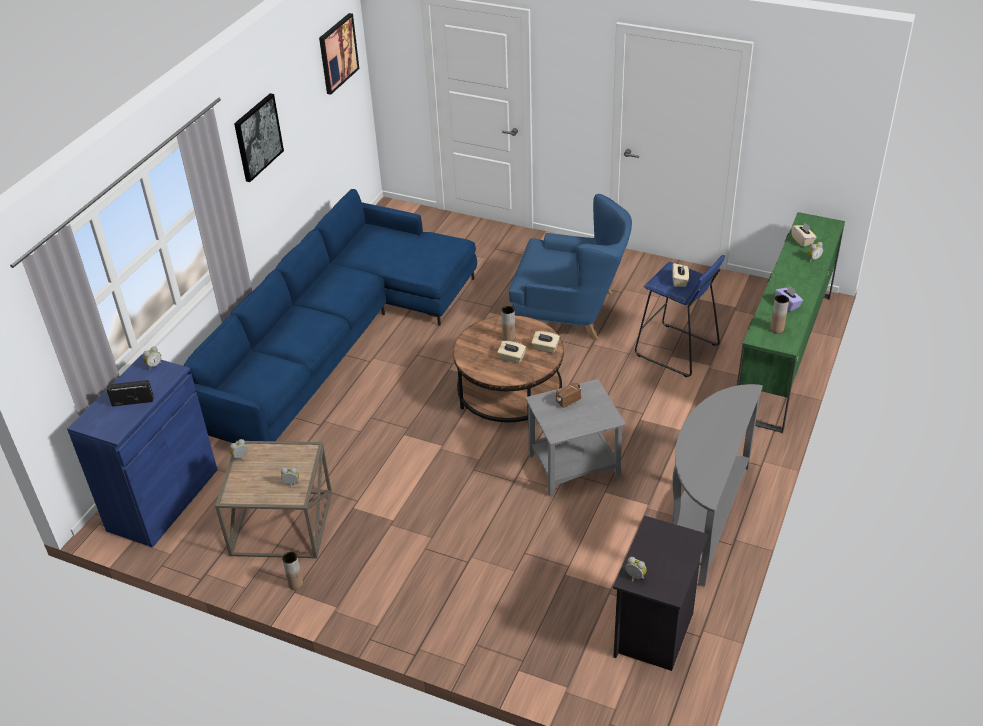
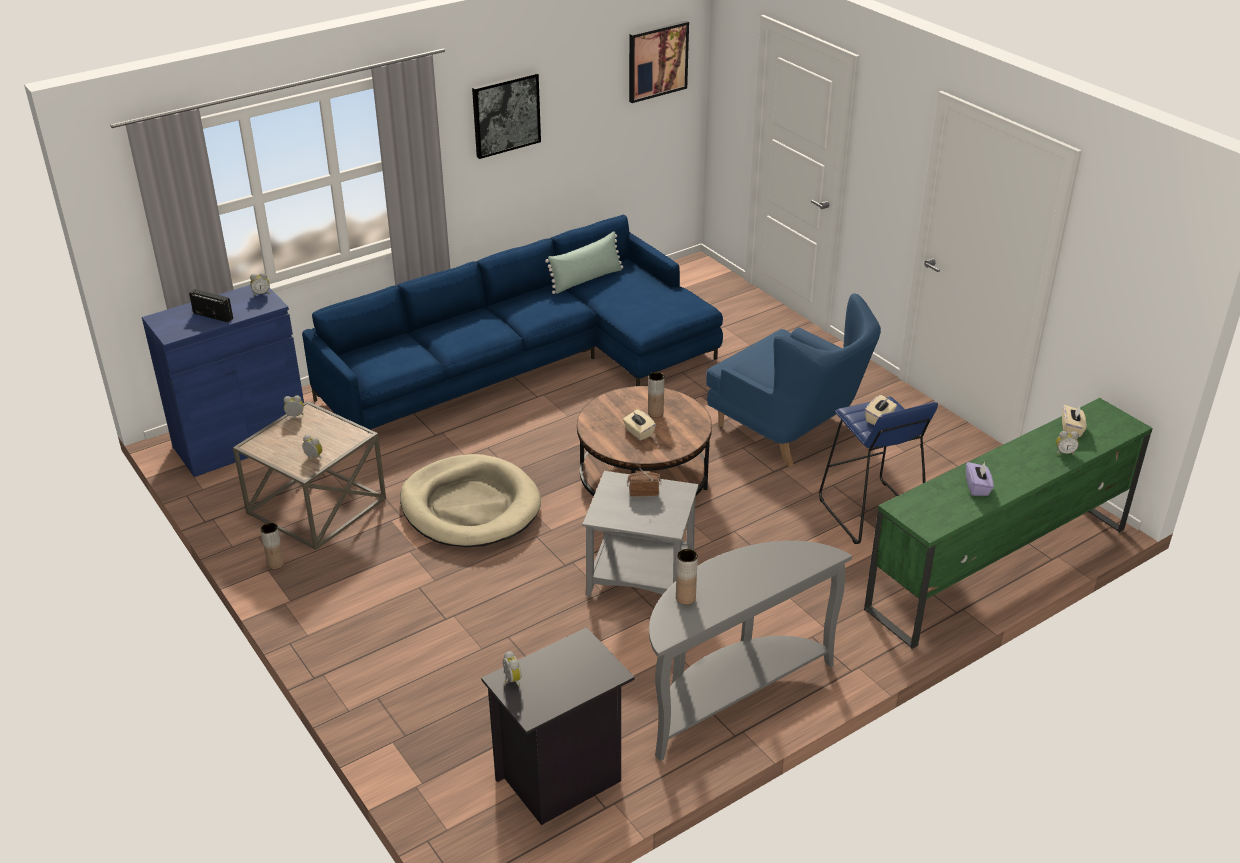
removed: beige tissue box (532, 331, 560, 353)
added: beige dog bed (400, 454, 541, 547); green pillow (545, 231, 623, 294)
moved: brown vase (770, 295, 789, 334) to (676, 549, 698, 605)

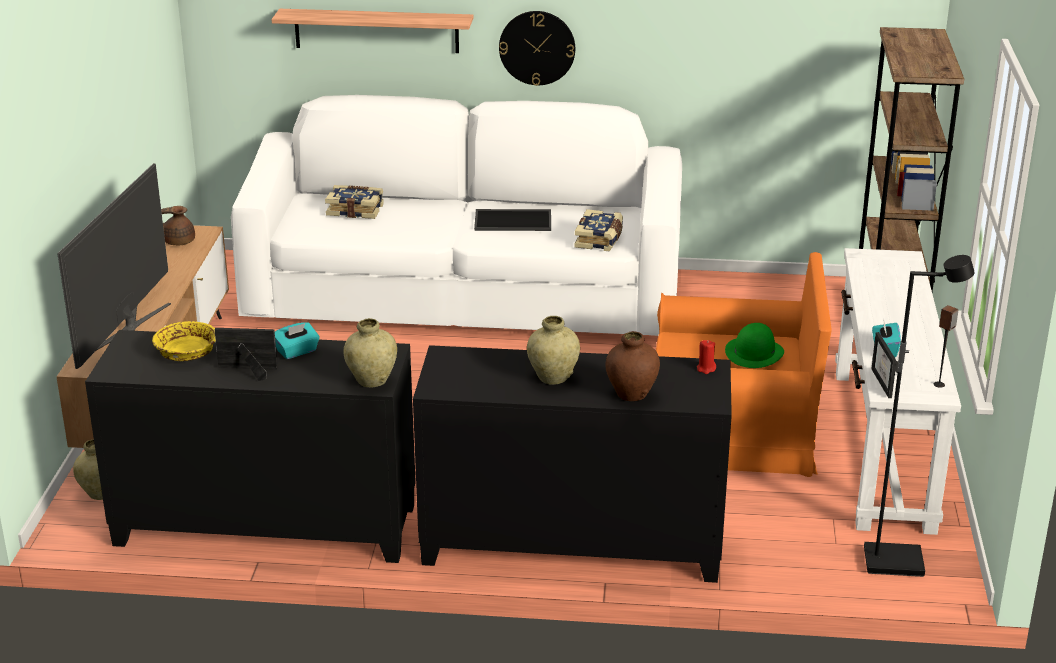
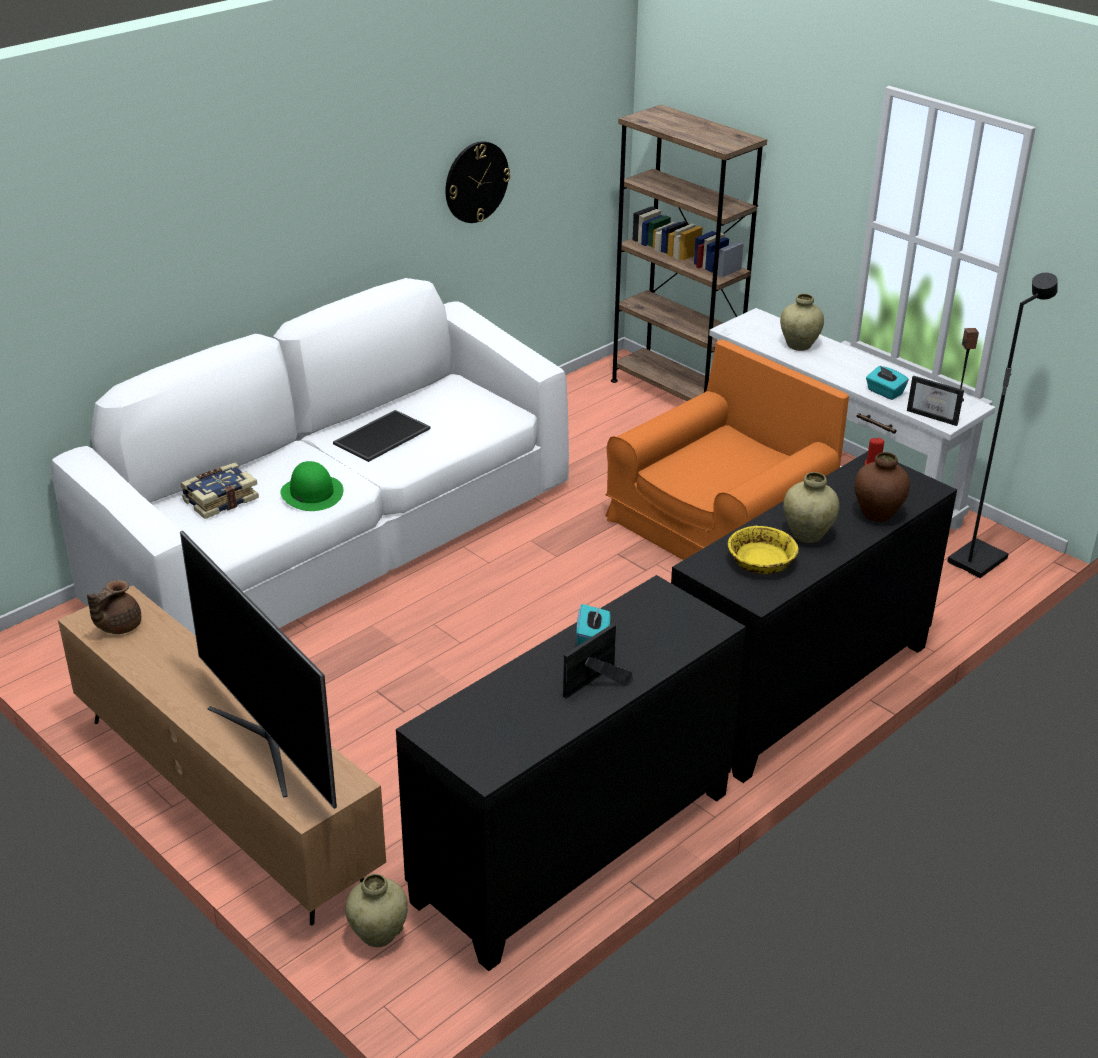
removed: shelf (271, 9, 473, 53); book (574, 209, 623, 251)
moved: green hat (725, 323, 784, 368) to (280, 461, 343, 511); wall clock (499, 11, 575, 86) to (445, 141, 510, 223); yellow bowl (152, 321, 216, 361) to (728, 526, 799, 574); beige vase (343, 318, 397, 388) to (780, 294, 824, 351)

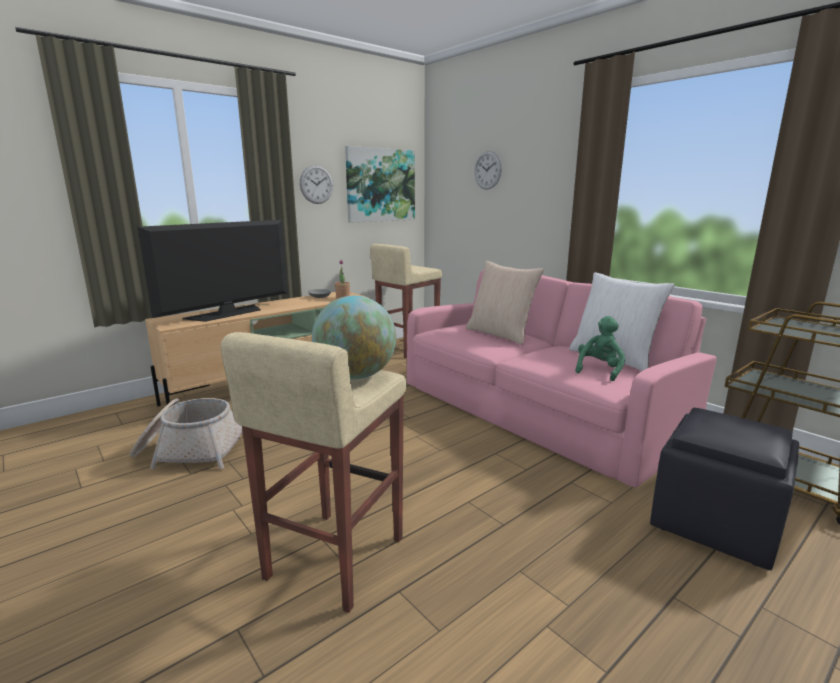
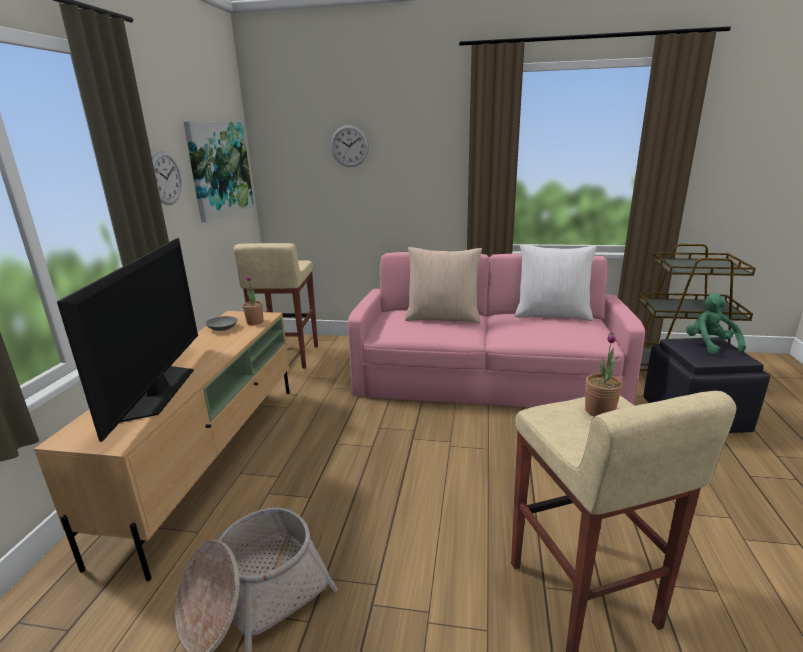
moved: green plush toy (575, 316, 625, 381) to (686, 293, 746, 355)
replaced: globe (312, 296, 396, 379) to potted plant (585, 333, 623, 417)

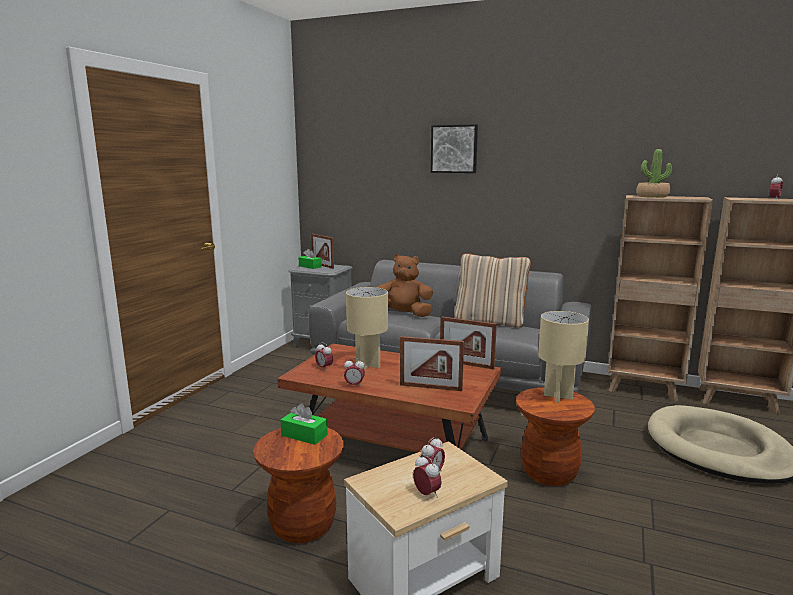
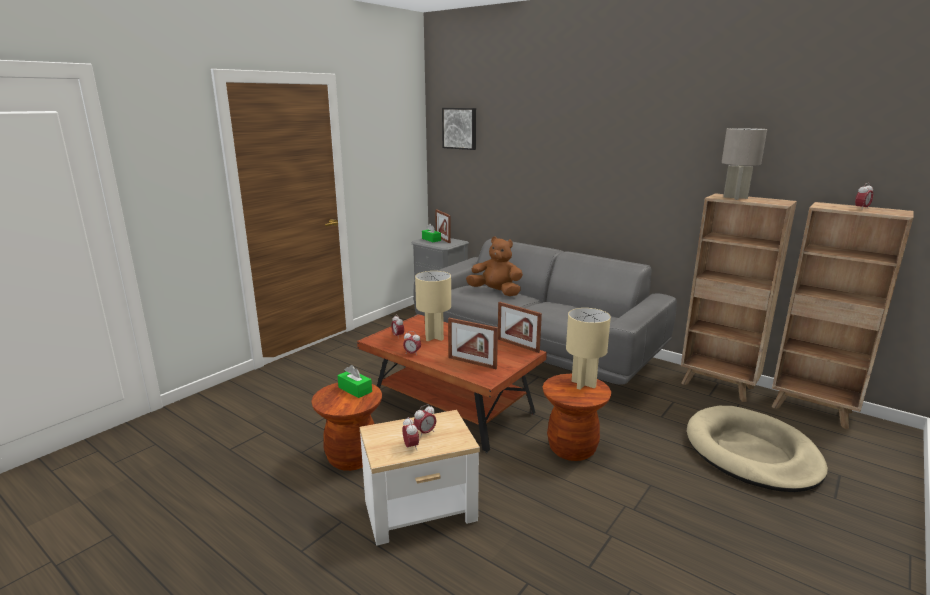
removed: beige pillow (454, 253, 531, 328)
moved: picture (431, 124, 478, 173) to (442, 108, 476, 150)
replaced: potted plant (636, 149, 672, 198) to grey table lamp (722, 128, 767, 200)

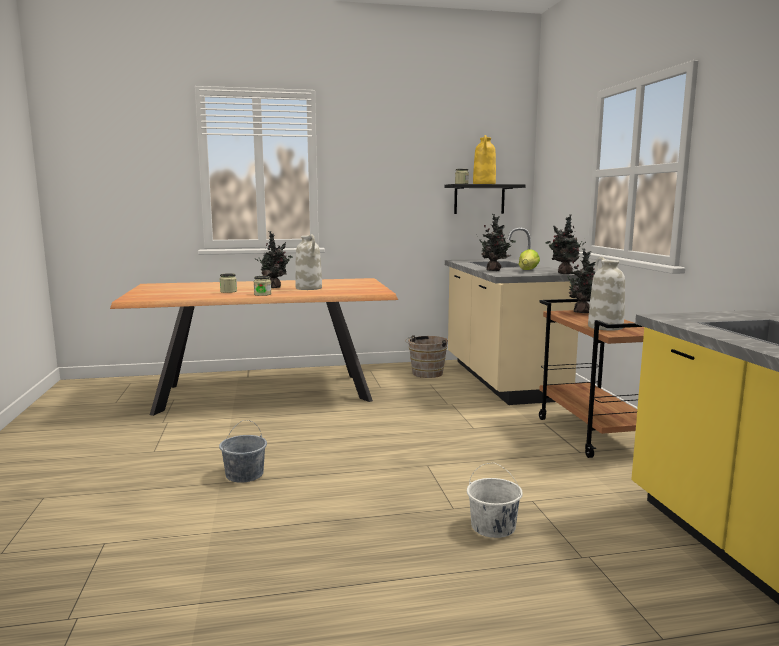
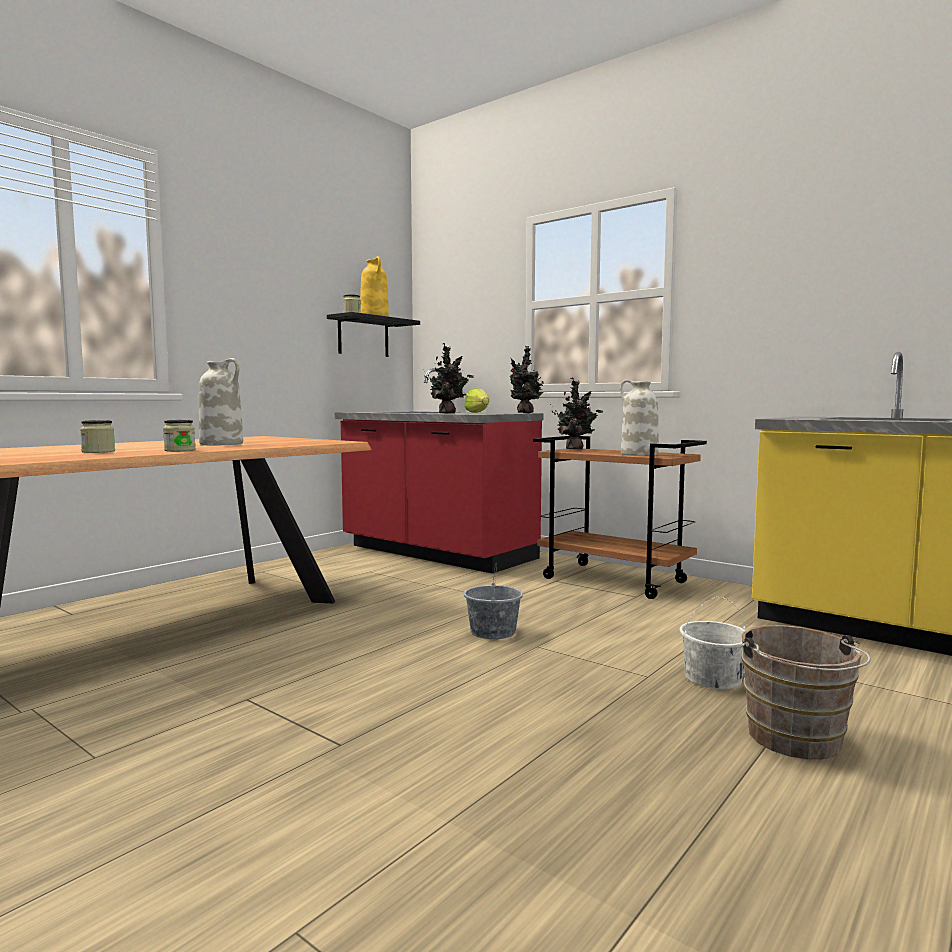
removed: potted plant (255, 231, 293, 288)
moved: grey bucket (219, 420, 267, 483) to (464, 562, 523, 639); brown bucket (405, 335, 448, 378) to (741, 625, 870, 760)
recoloured: beige counter (445, 227, 578, 405) to red counter (335, 368, 543, 573)

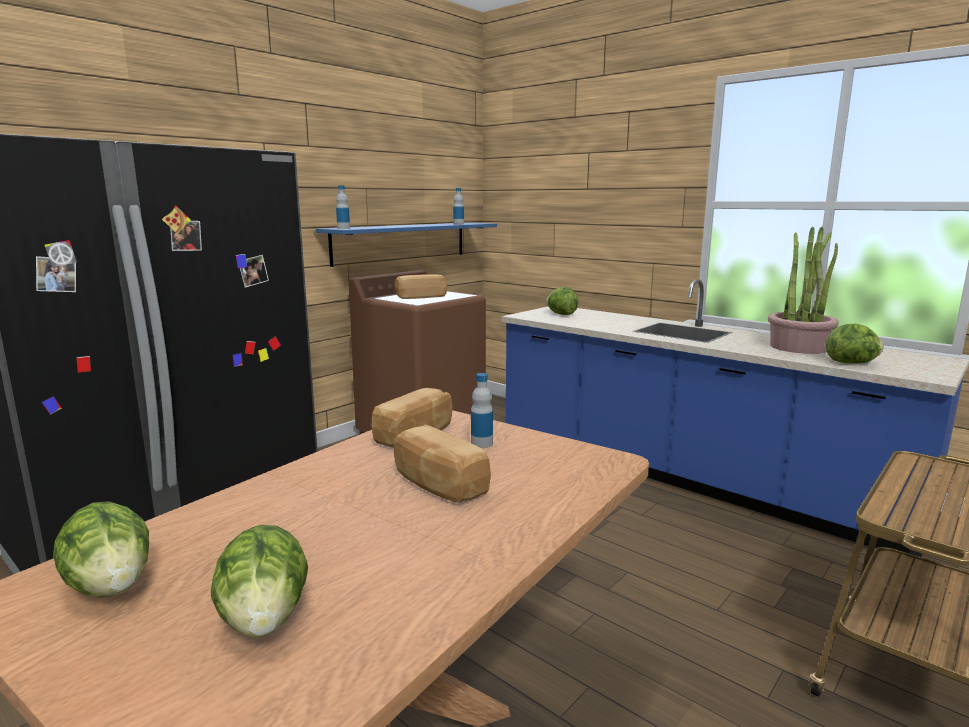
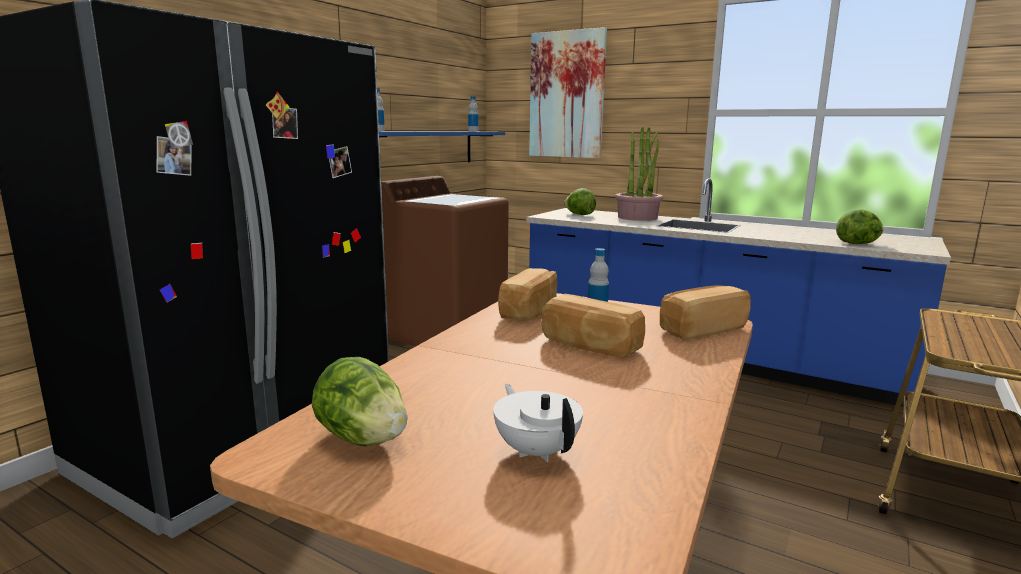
added: picture (529, 27, 607, 158)
moved: potted plant (768, 227, 839, 354) to (615, 127, 663, 221); bread (395, 274, 447, 299) to (660, 285, 750, 340)
replaced: lettuce (211, 525, 308, 637) to white teapot (493, 384, 583, 462)

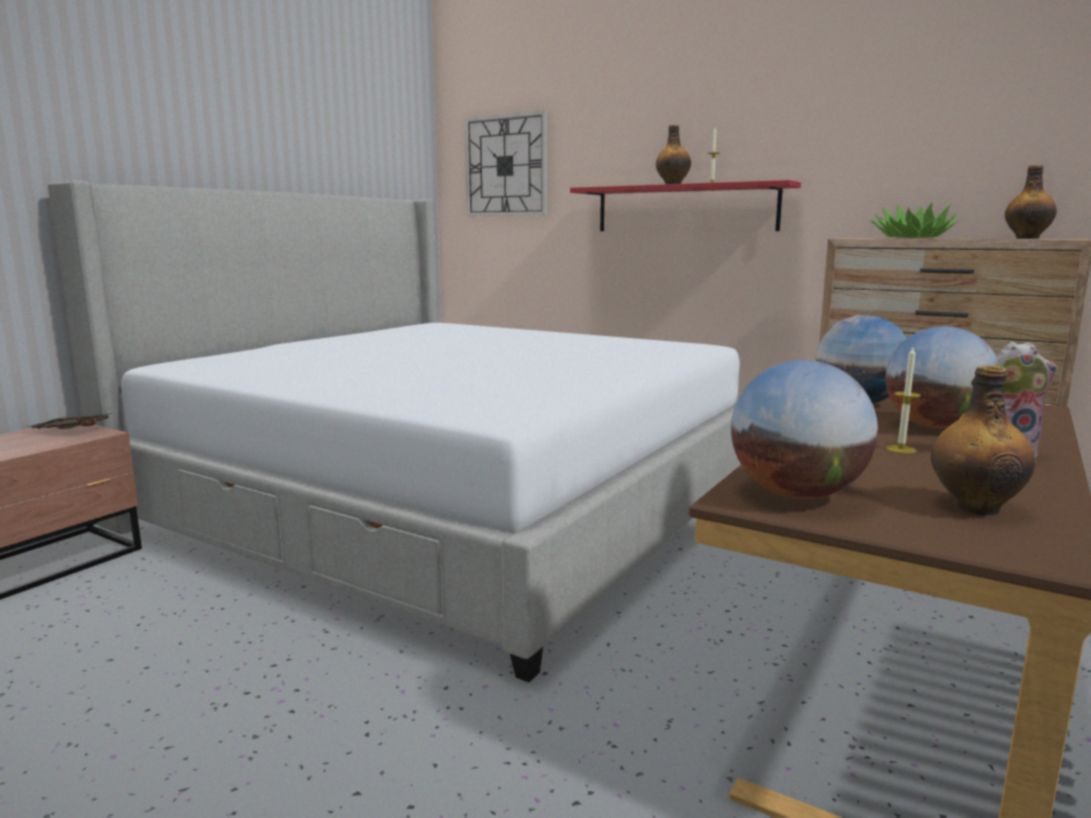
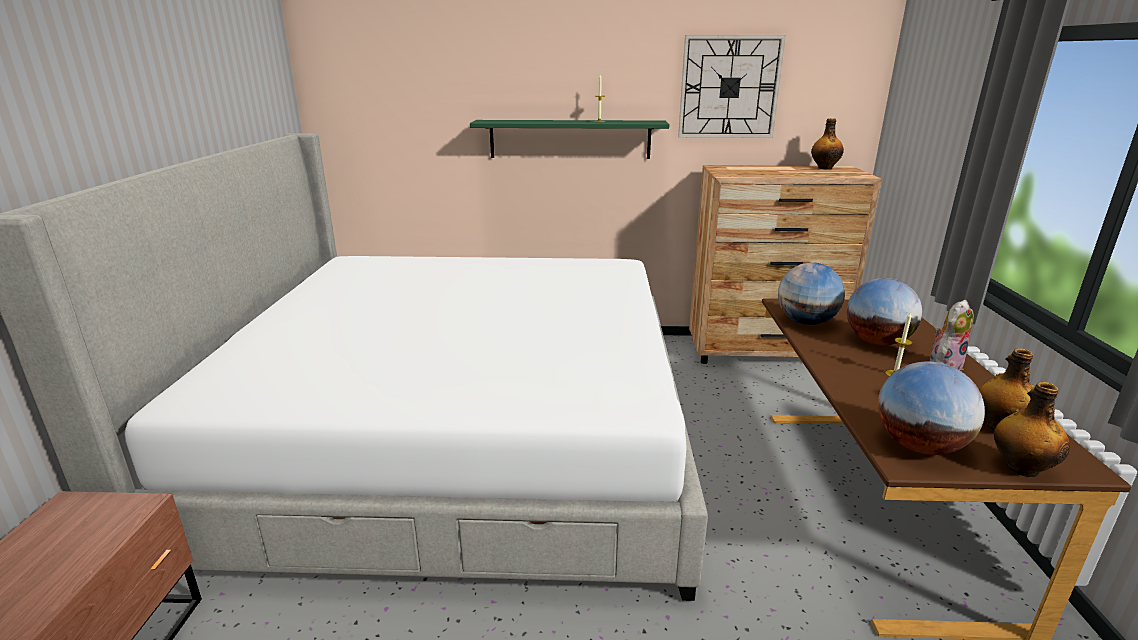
removed: black tray (25, 413, 113, 429); potted plant (871, 203, 960, 238)
moved: wall clock (464, 111, 547, 216) to (678, 35, 786, 138); bottle (656, 125, 691, 184) to (994, 382, 1070, 477)
recoloured: red shelf (570, 180, 801, 231) to green shelf (470, 120, 670, 159)

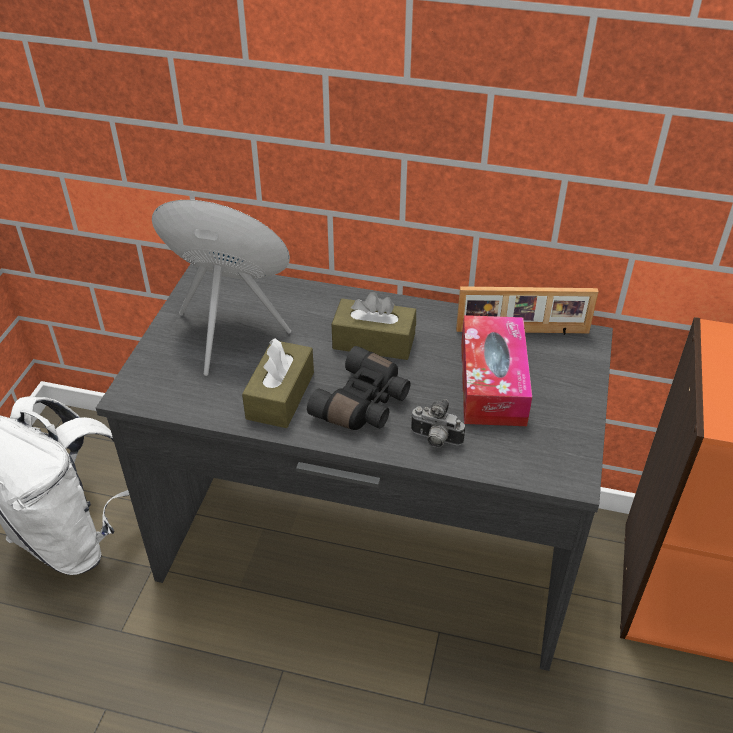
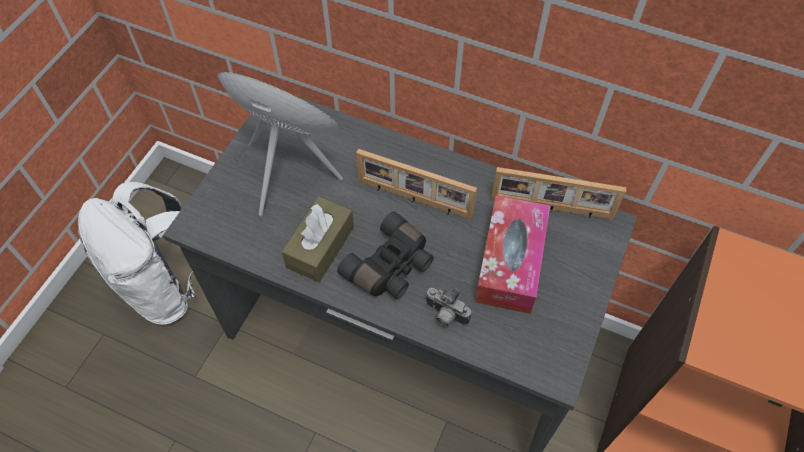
replaced: brown tissue box (332, 292, 416, 360) to picture frame (356, 149, 477, 220)

